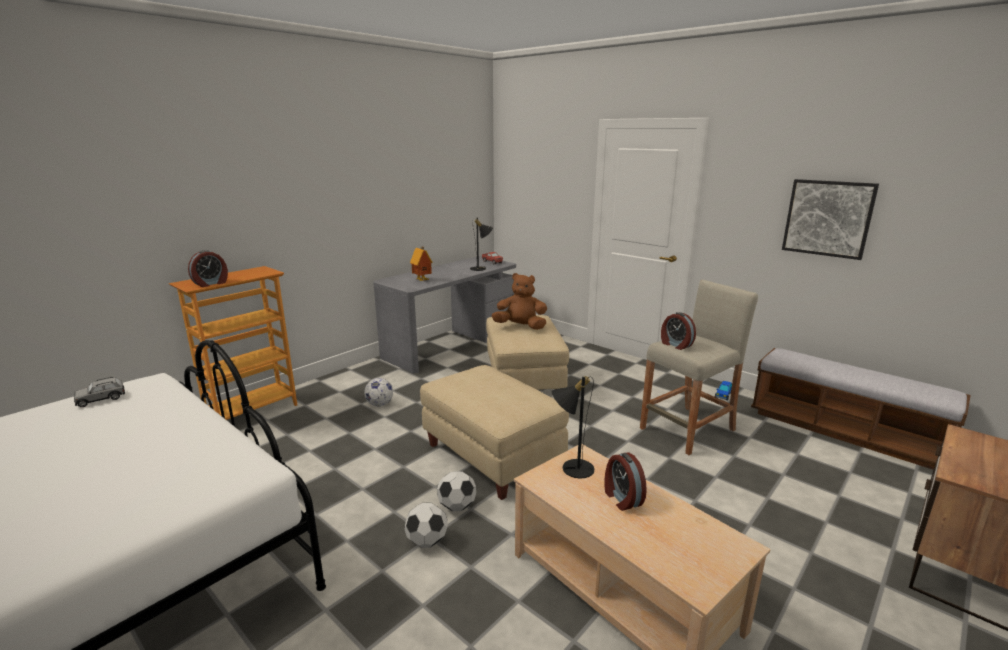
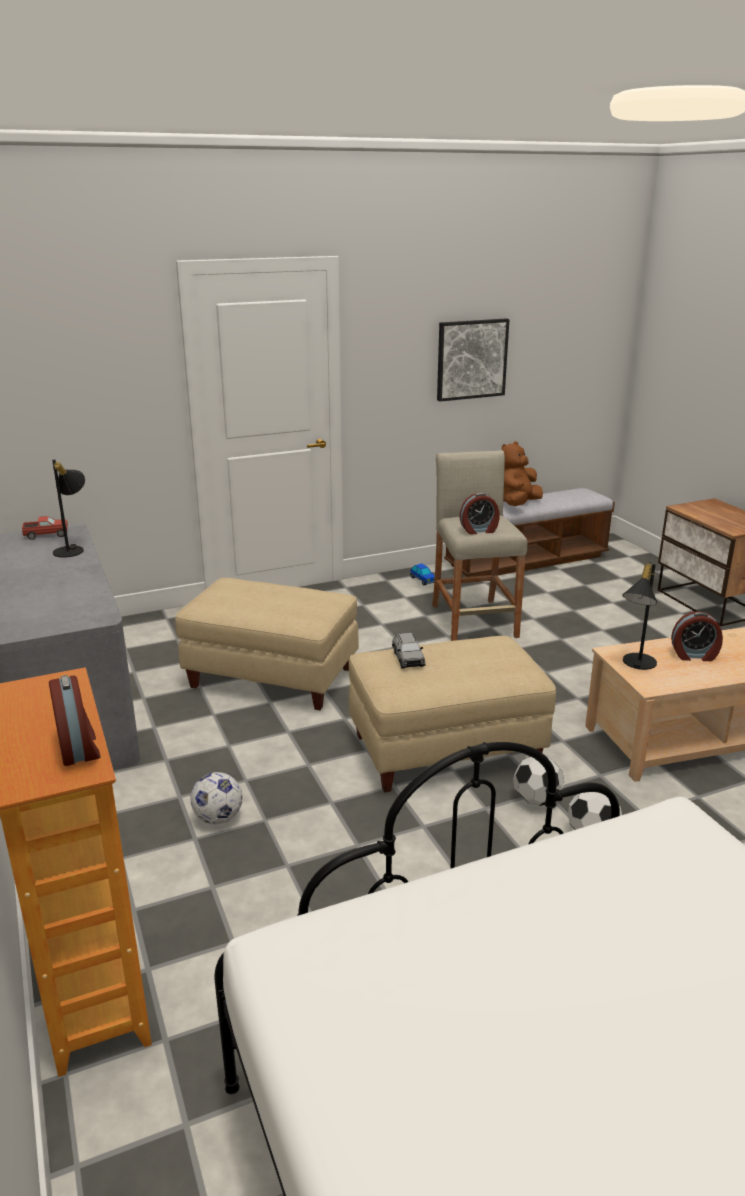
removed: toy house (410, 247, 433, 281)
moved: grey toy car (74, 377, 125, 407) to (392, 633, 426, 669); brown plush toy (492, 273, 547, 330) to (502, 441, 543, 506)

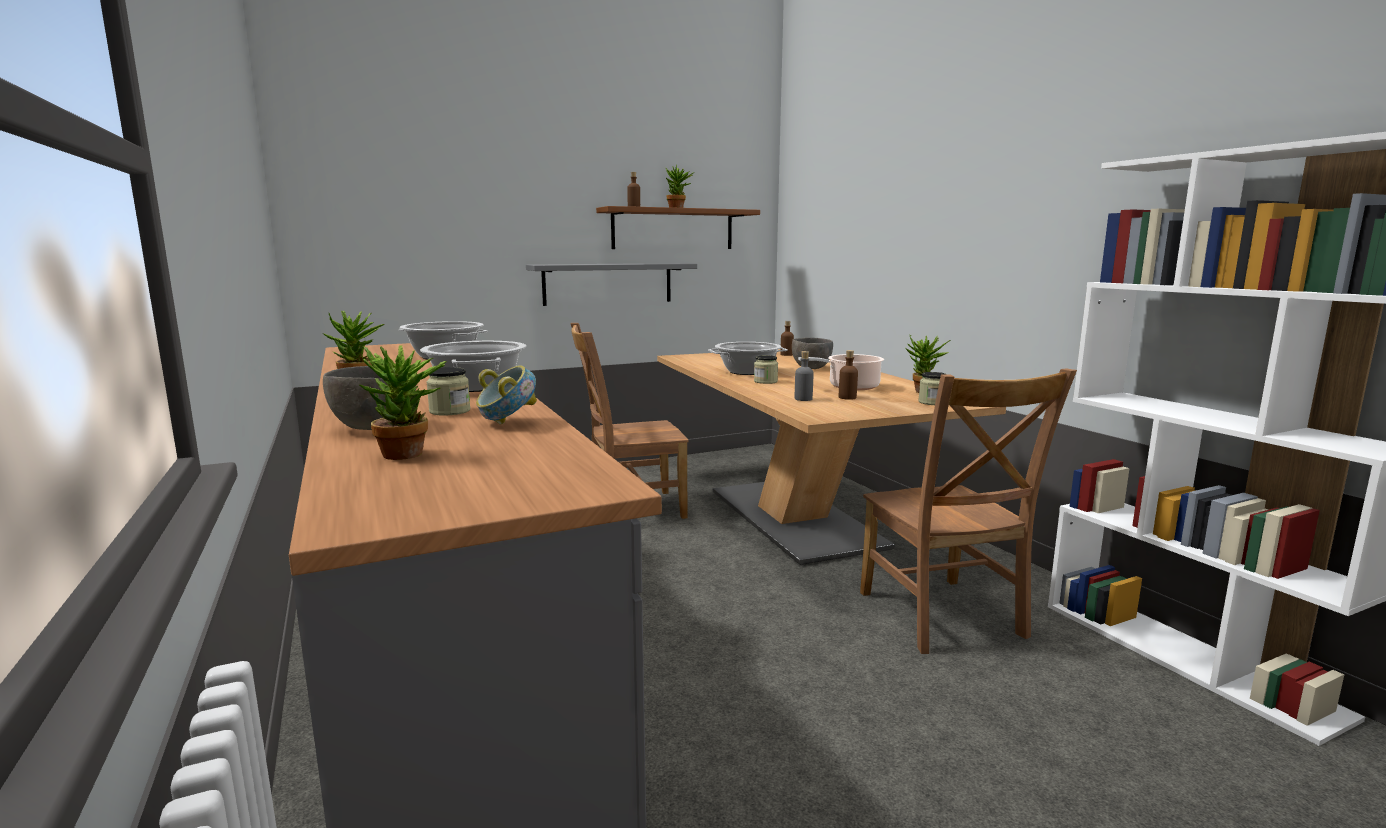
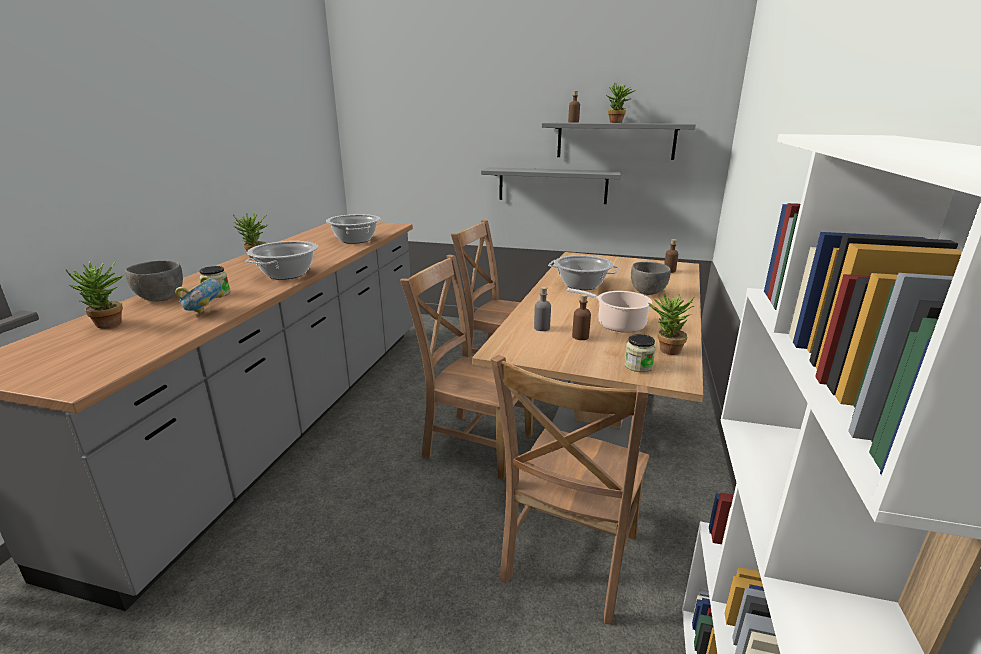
removed: jar (754, 355, 778, 384)
added: brown chair (400, 255, 534, 480)
recoloured: brown shelf (596, 206, 760, 249) to grey shelf (542, 122, 696, 160)

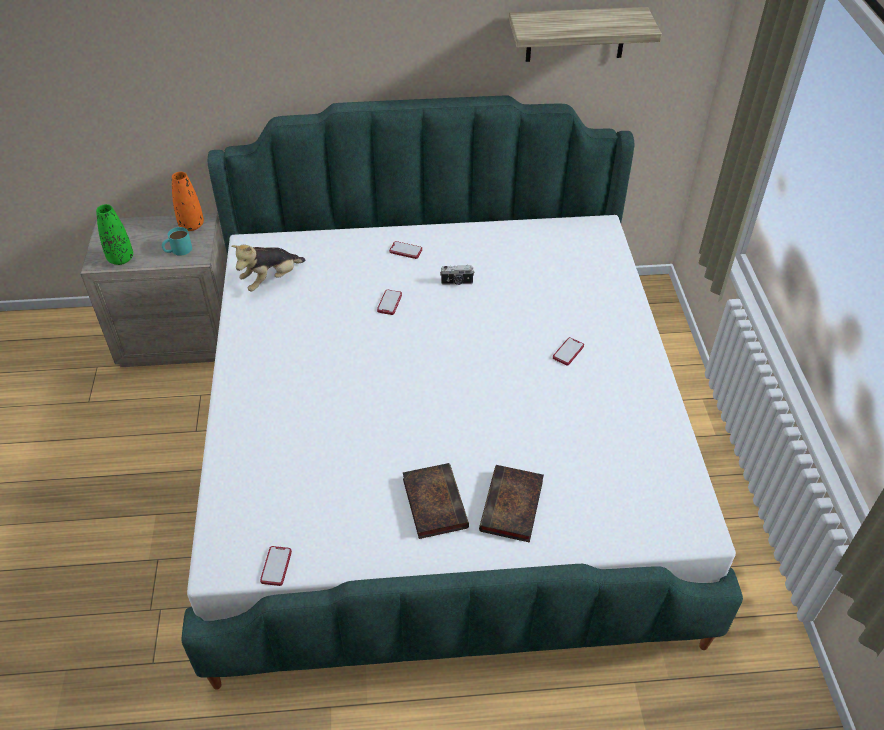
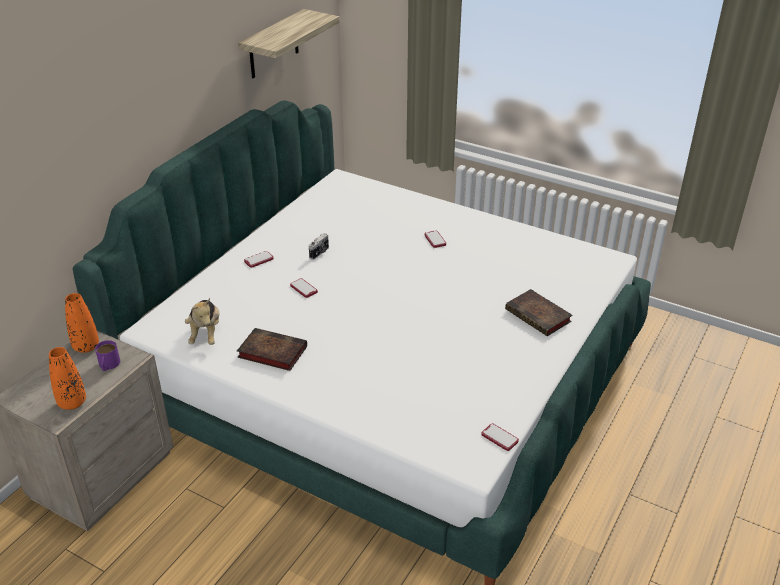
moved: book (403, 463, 469, 539) to (237, 328, 307, 371)
recoloured: green vase (96, 204, 133, 265) to orange vase (49, 347, 86, 410); turquoise mug (162, 227, 192, 256) to purple mug (95, 340, 120, 371)

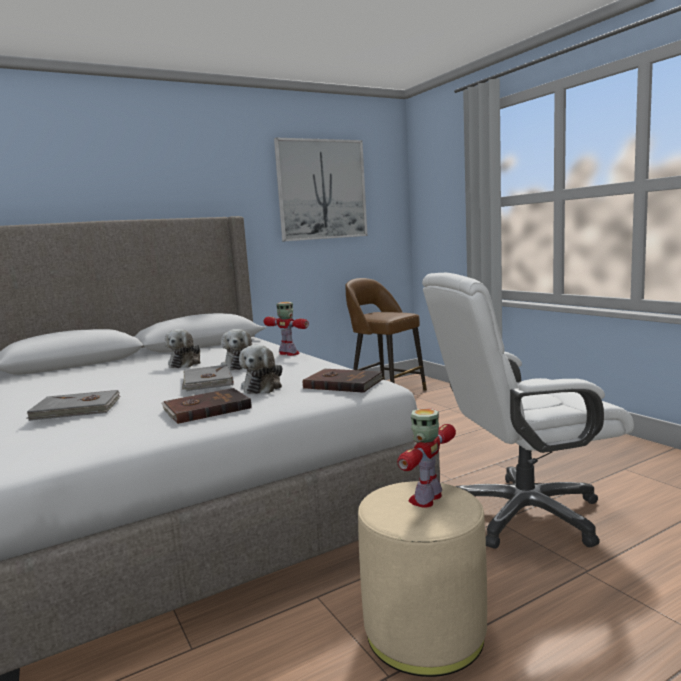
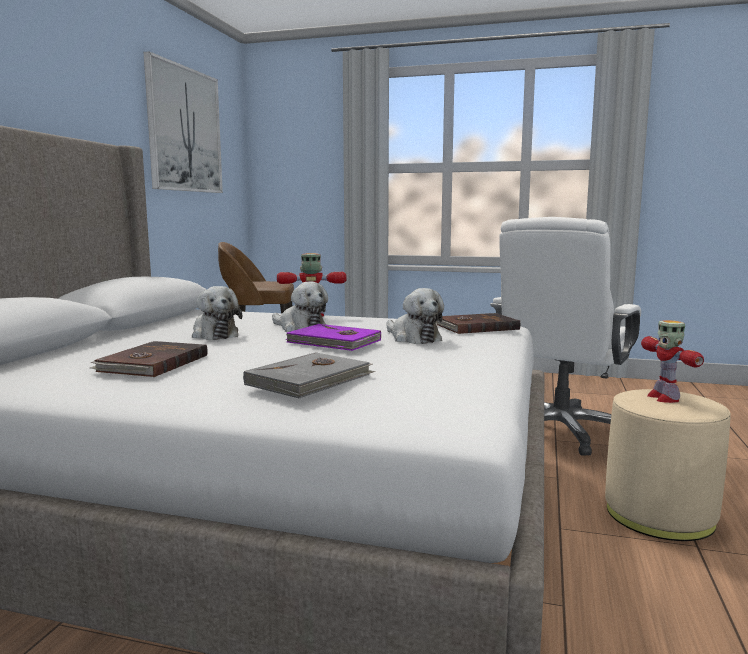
moved: brown book (162, 388, 252, 424) to (90, 341, 208, 377)
recoloured: grey book (182, 364, 234, 391) to purple book (285, 324, 381, 351)

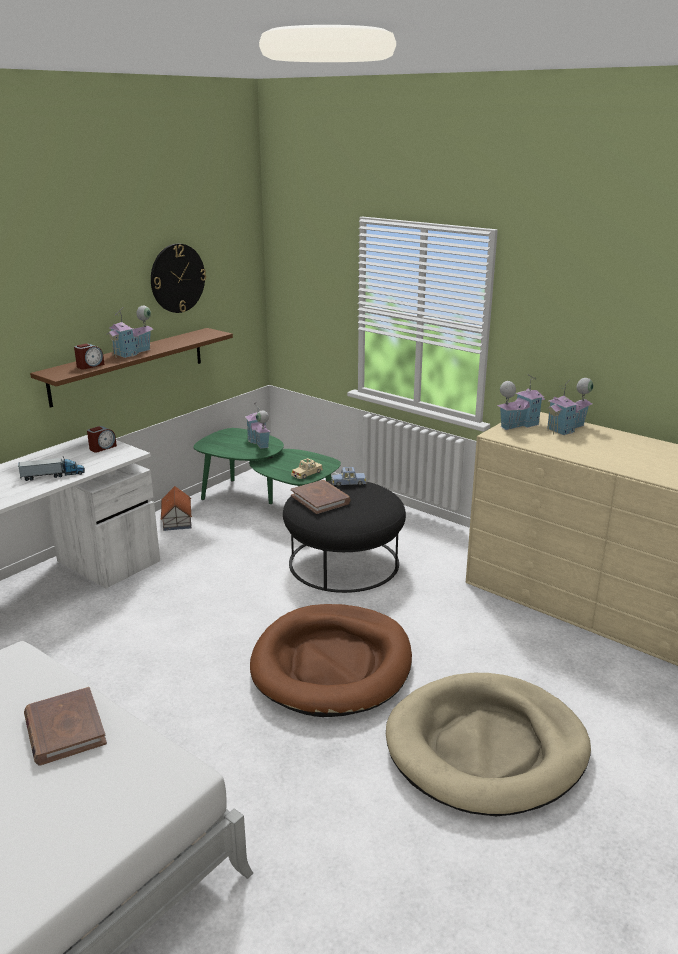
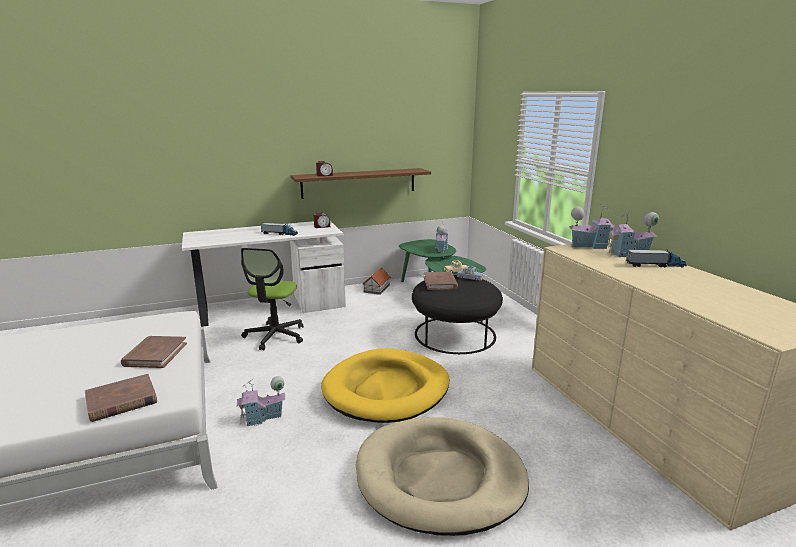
removed: wall clock (151, 244, 206, 313)
added: brown book (85, 374, 157, 422); office chair (241, 248, 303, 350); toy truck (626, 249, 687, 268)
moved: toy house (106, 306, 153, 358) to (237, 376, 285, 426)
recoloured: brown dog bed (250, 604, 412, 717) to yellow dog bed (321, 348, 449, 423)

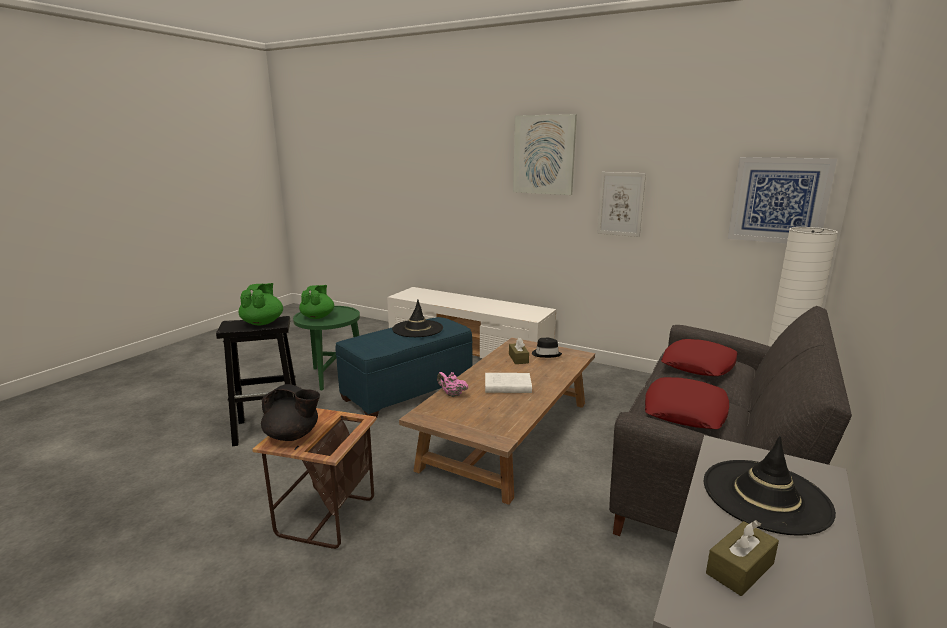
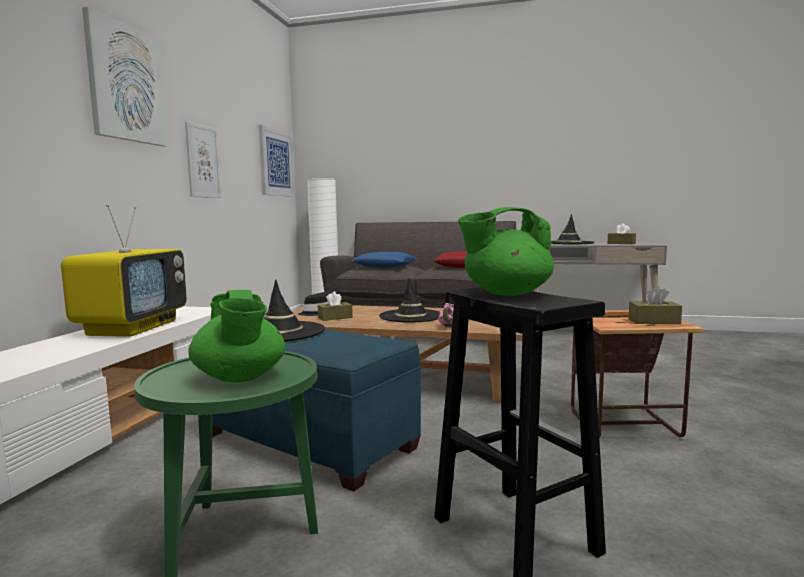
added: television (61, 205, 187, 337)
replaced: white book (485, 373, 532, 393) to black hat (379, 278, 440, 323); black teapot (261, 384, 320, 441) to brown tissue box (629, 286, 682, 324)
recoloured: red pillow (661, 339, 738, 376) to blue pillow (352, 252, 417, 268)
turned: green teapot (299, 285, 334, 319) = (188, 290, 285, 382) 105 degrees counterclockwise

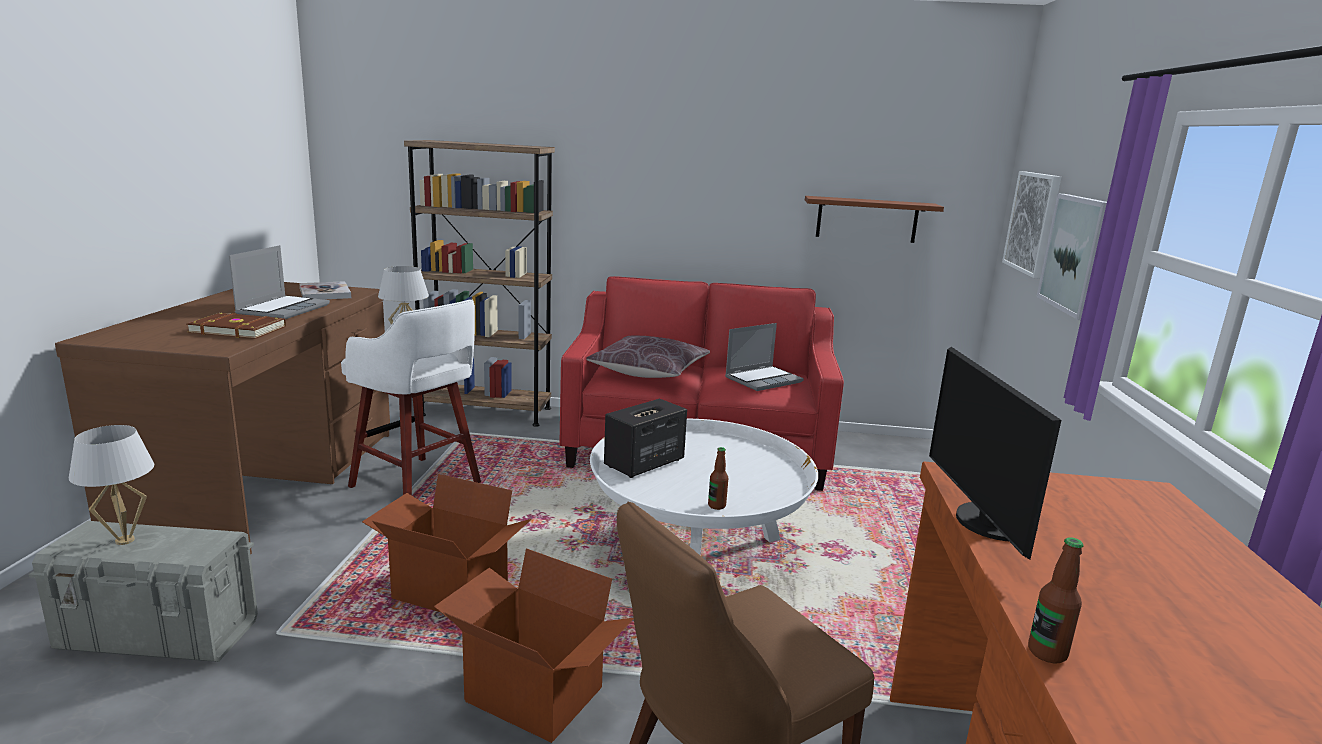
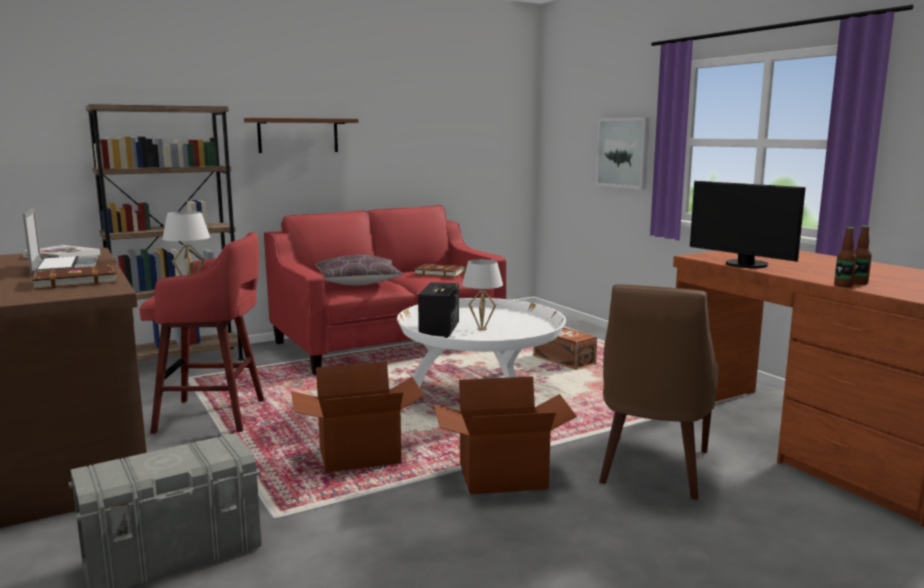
removed: picture (1002, 171, 1061, 279)
added: brown storage box (533, 327, 597, 370)
moved: brown shelf (805, 196, 944, 243) to (244, 118, 359, 153); white table lamp (69, 425, 154, 545) to (462, 259, 503, 330); bottle (708, 447, 728, 510) to (853, 226, 872, 285)
replaced: laptop (725, 323, 804, 391) to brown book (415, 264, 466, 277)
recoloured: white stool (341, 300, 481, 495) to red stool (139, 232, 264, 434)

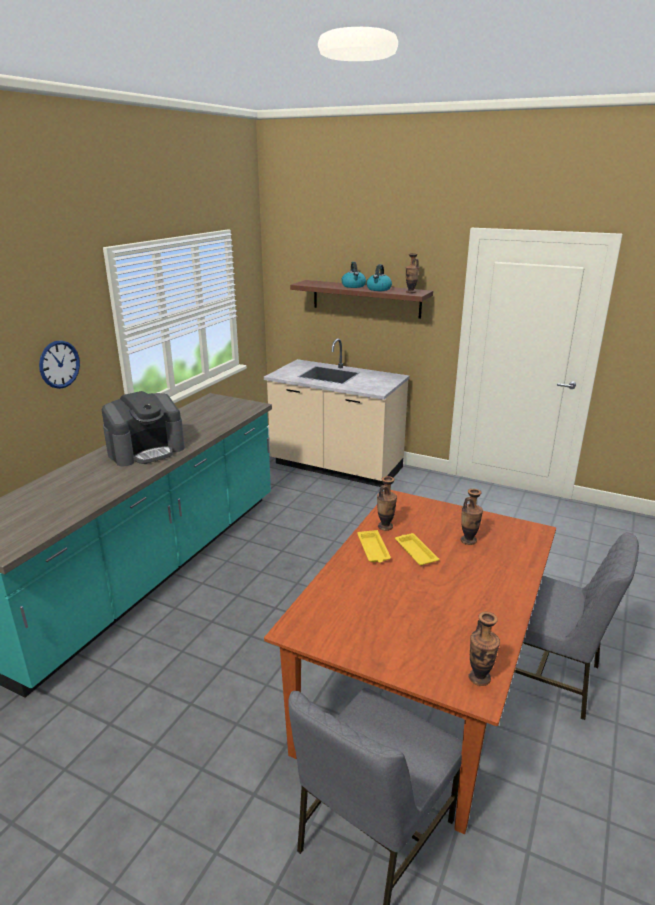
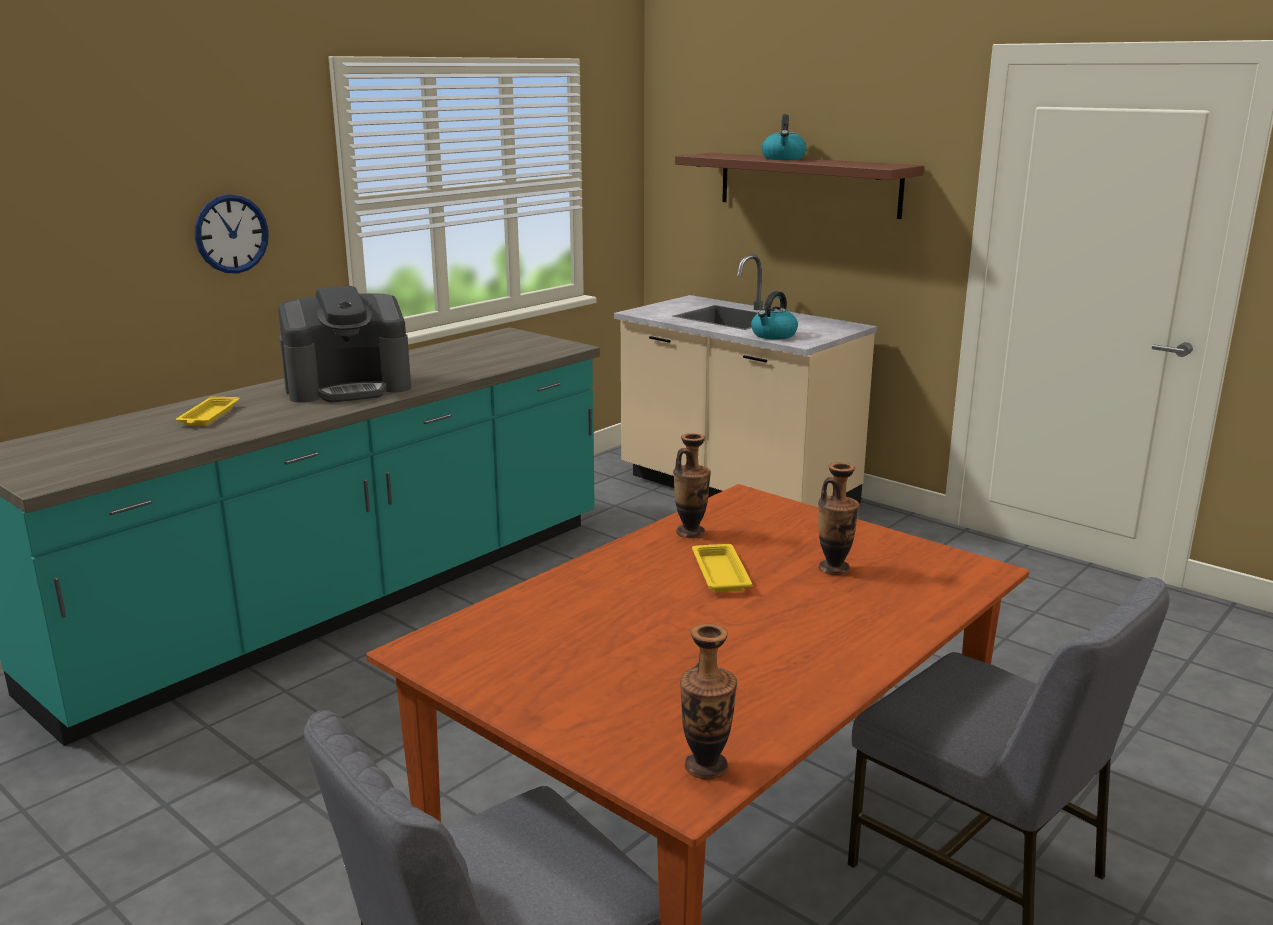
removed: vase (406, 253, 419, 293)
moved: yellow tray (357, 530, 391, 563) to (176, 397, 240, 426); kettle (367, 264, 392, 291) to (751, 291, 798, 340)

